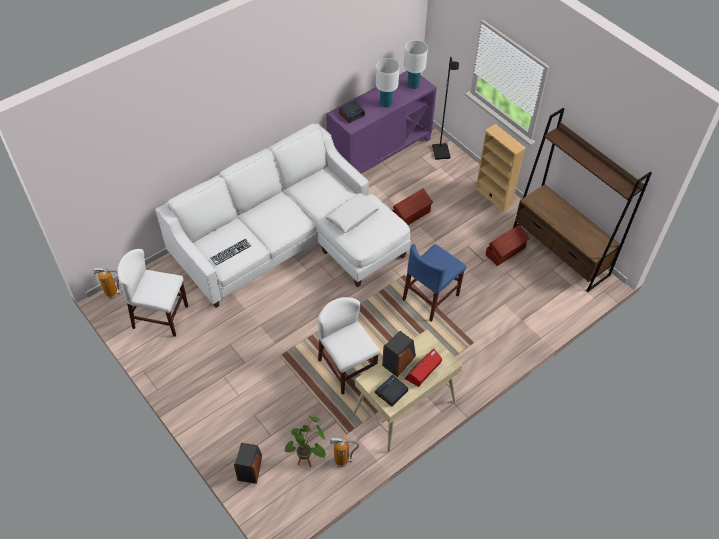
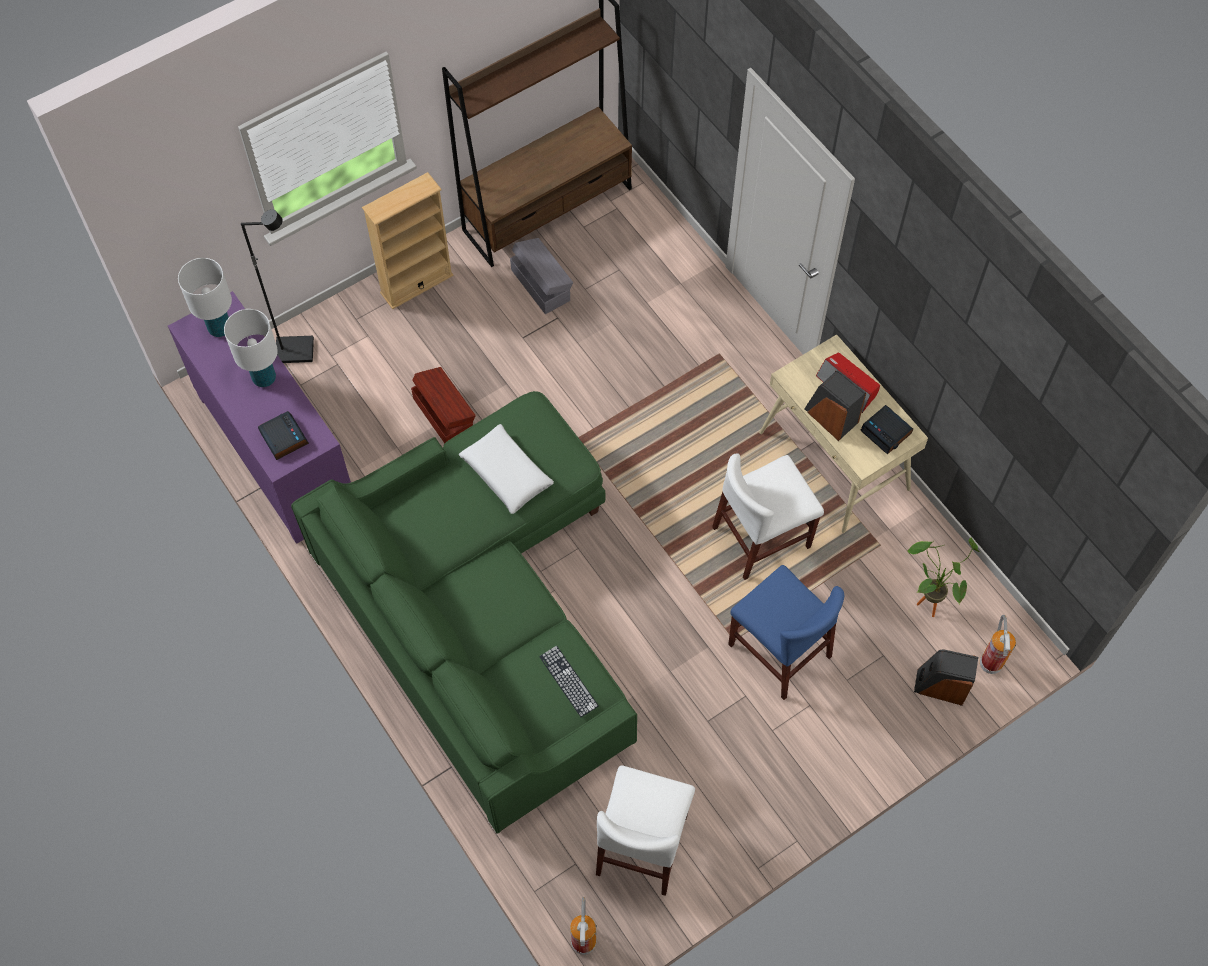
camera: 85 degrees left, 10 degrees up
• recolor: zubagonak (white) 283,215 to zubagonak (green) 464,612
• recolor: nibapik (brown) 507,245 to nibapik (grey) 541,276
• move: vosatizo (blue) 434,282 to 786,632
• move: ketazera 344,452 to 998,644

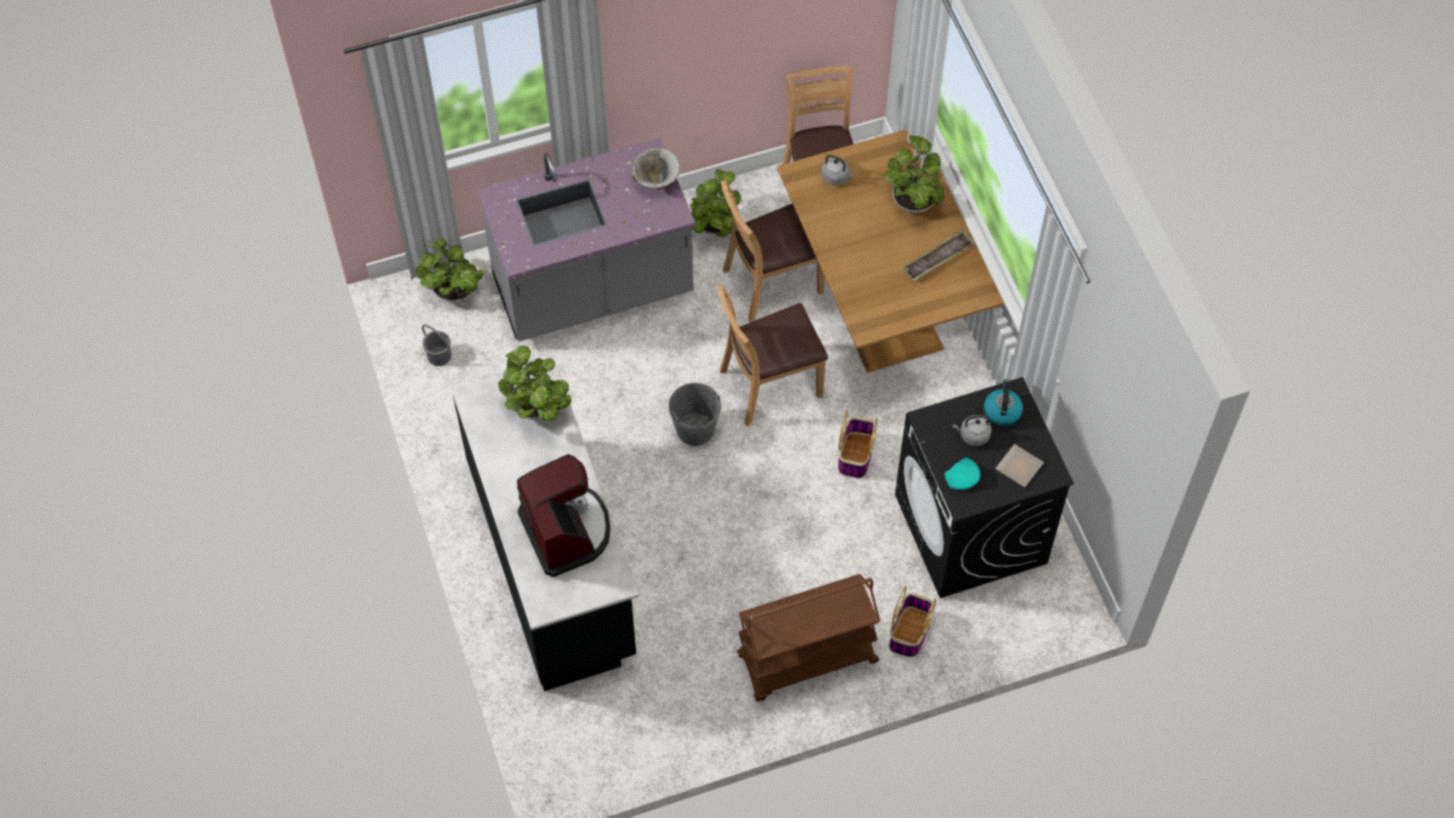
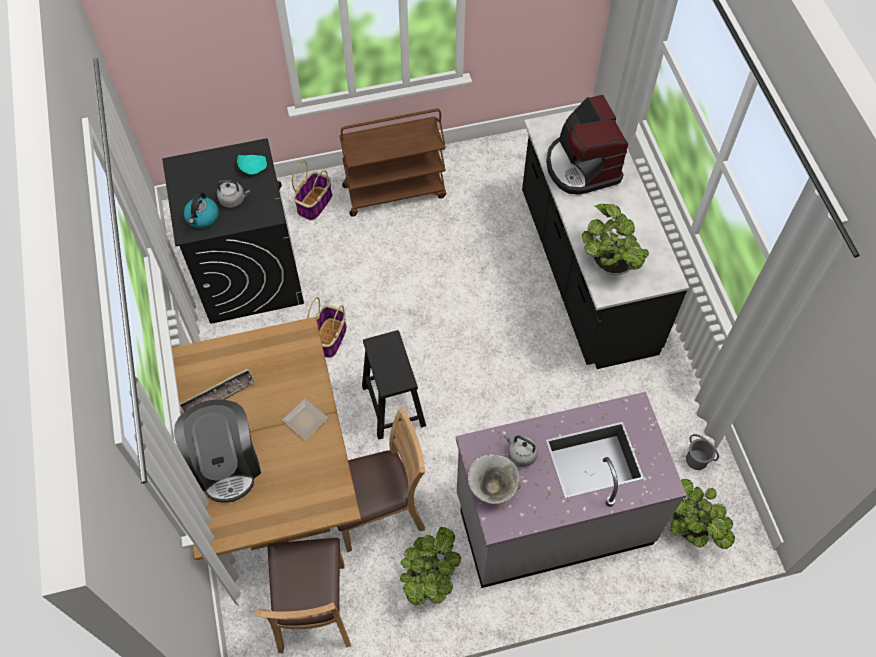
camera: 175 degrees left, 0 degrees up
• replace: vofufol 914,174 to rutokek 217,450
• move: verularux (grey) 838,170 to 521,450
• replace: vosatizo (brown) 772,356 to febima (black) 394,385
• delete: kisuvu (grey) 694,414
• move: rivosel 1019,465 to 305,419

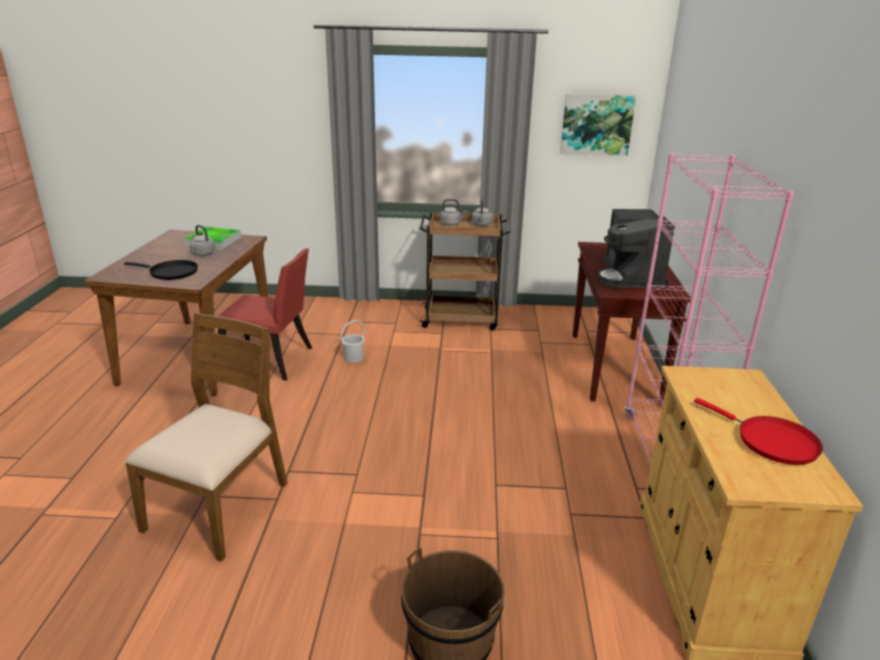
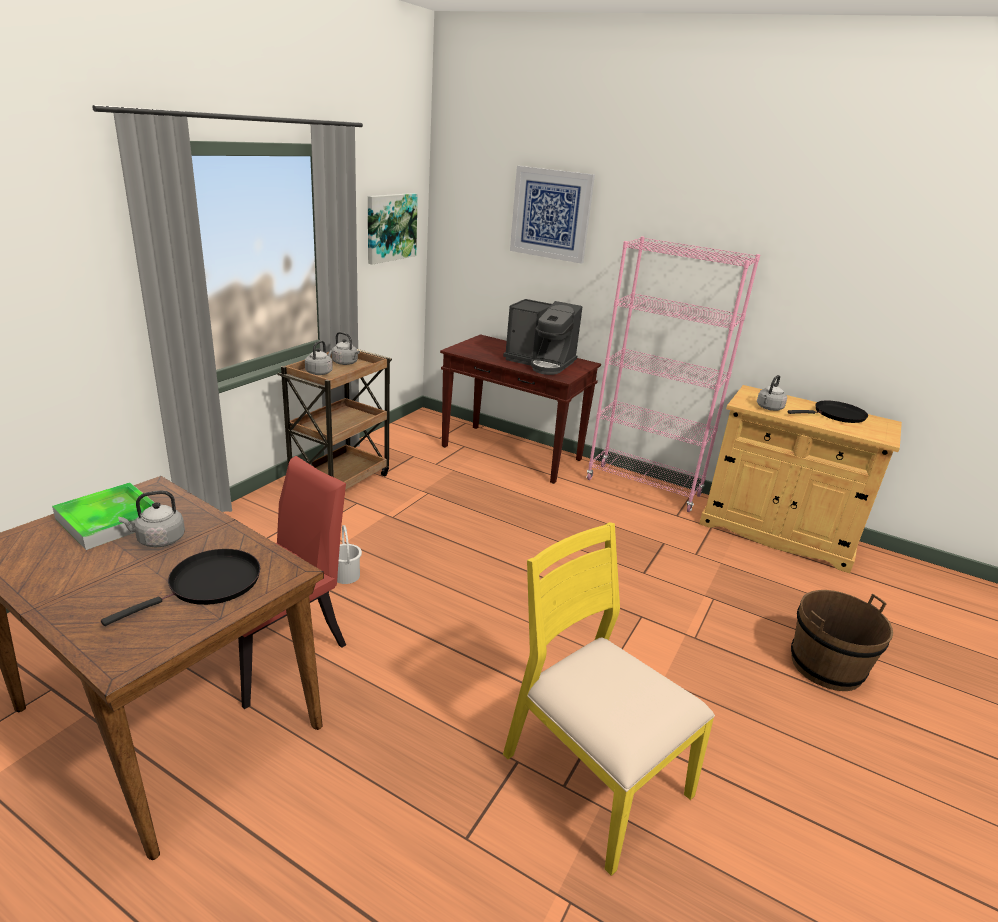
camera: 65 degrees left, 0 degrees up
• recolor: vosatizo (brown) 206,437 to vosatizo (yellow) 609,699
• recolor: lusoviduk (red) 758,431 to lusoviduk (black) 827,411
• insert: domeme 552,215
• insert: verularux (grey) 772,393

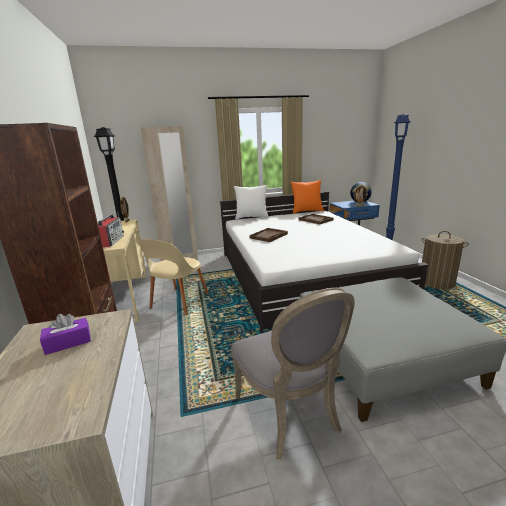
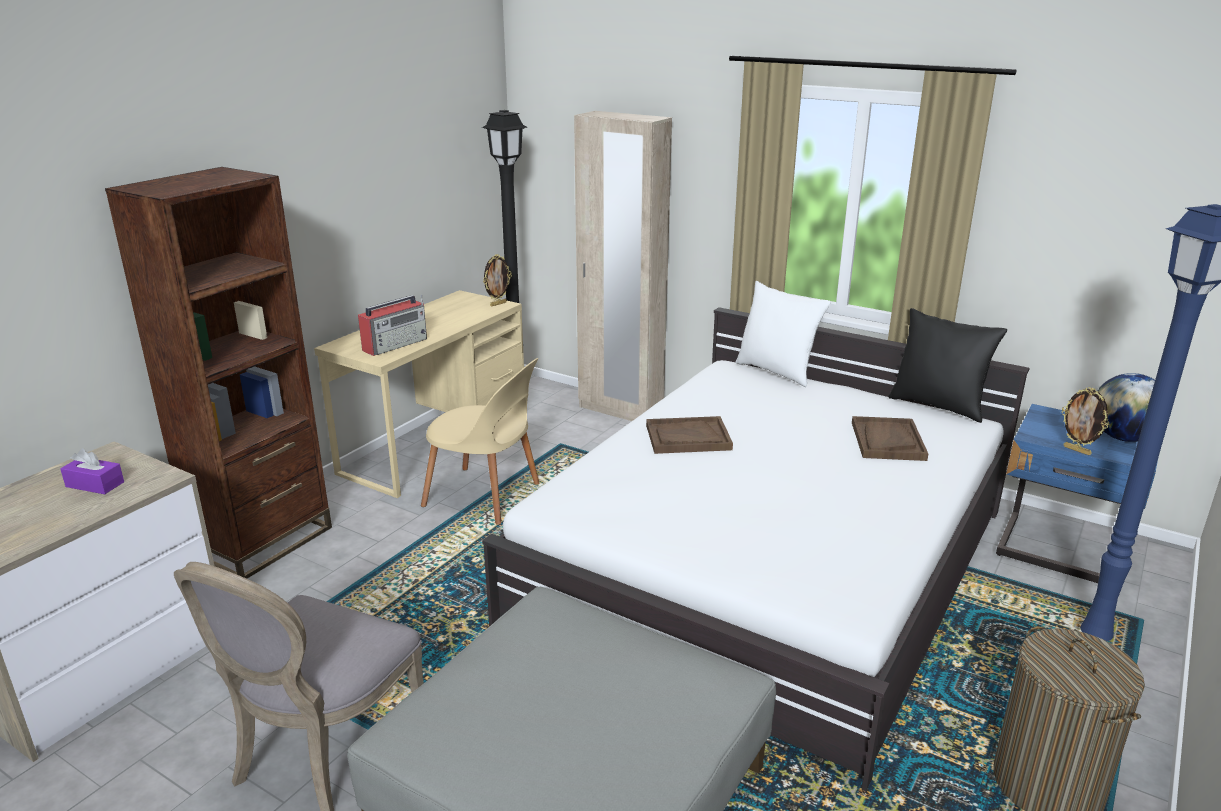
camera: 45 degrees right, 5 degrees up
• recolor: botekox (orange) 307,197 to botekox (black) 947,365
• rotate: vosatizo (beige) 173,277 = 480,441 135 degrees counterclockwise

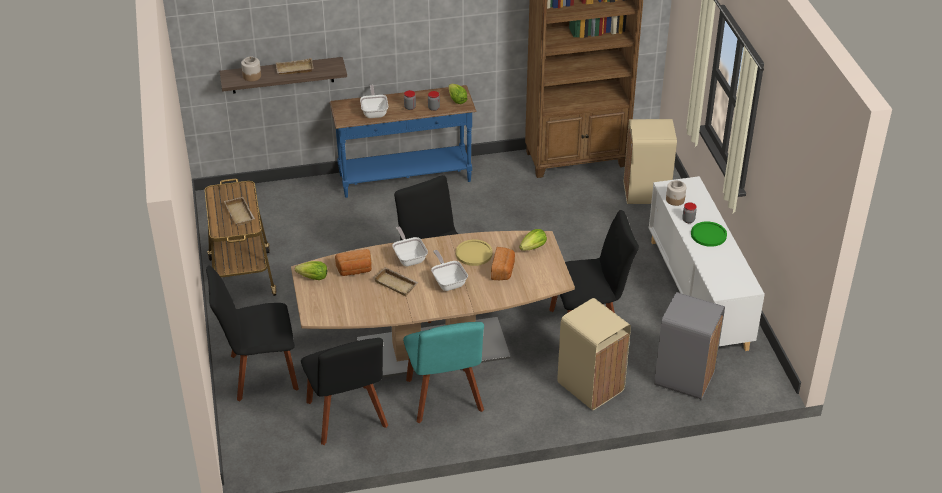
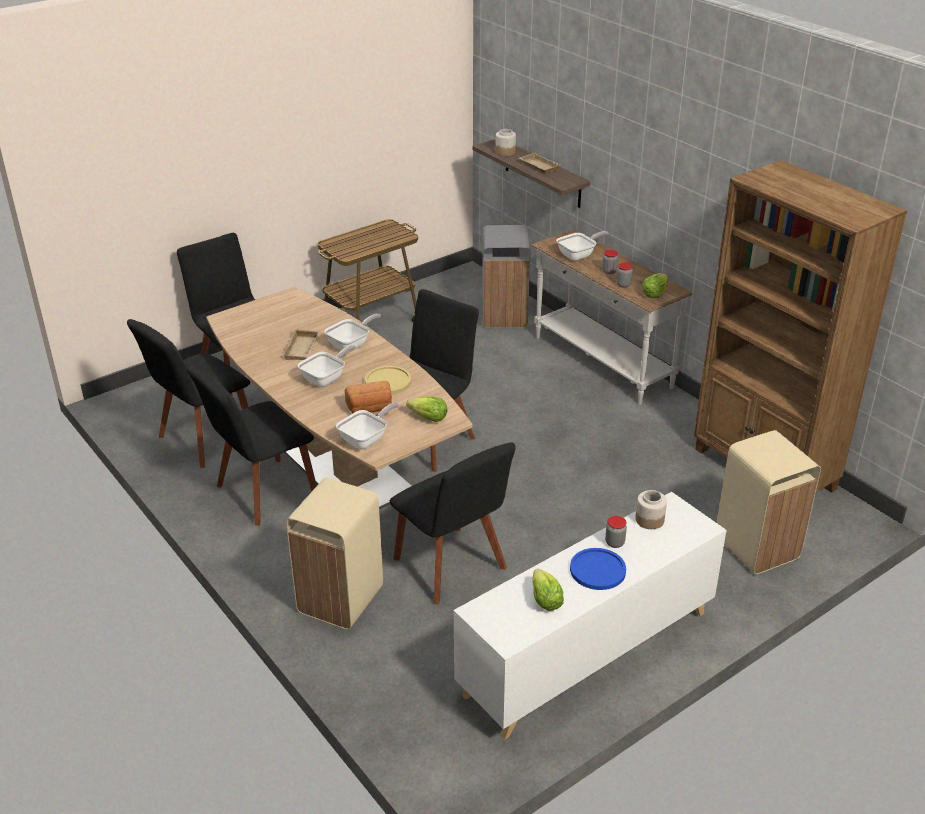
camera: 65 degrees right, 5 degrees down
• recolor: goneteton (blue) 403,141 to goneteton (white) 611,317
• delete: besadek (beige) 239,211
• recolor: rivosel (green) 709,234 to rivosel (blue) 598,569
• delete: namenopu 353,262
• move: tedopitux 311,270 to 548,590
• move: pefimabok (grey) 689,346 to 506,276
• recolor: vosatizo (turquoise) 443,372 to vosatizo (black) 252,445
• insert: lusoviduk 367,426

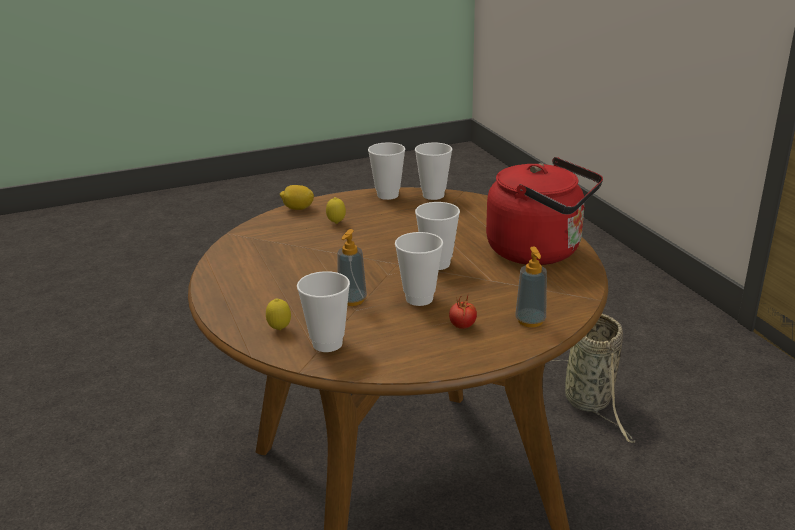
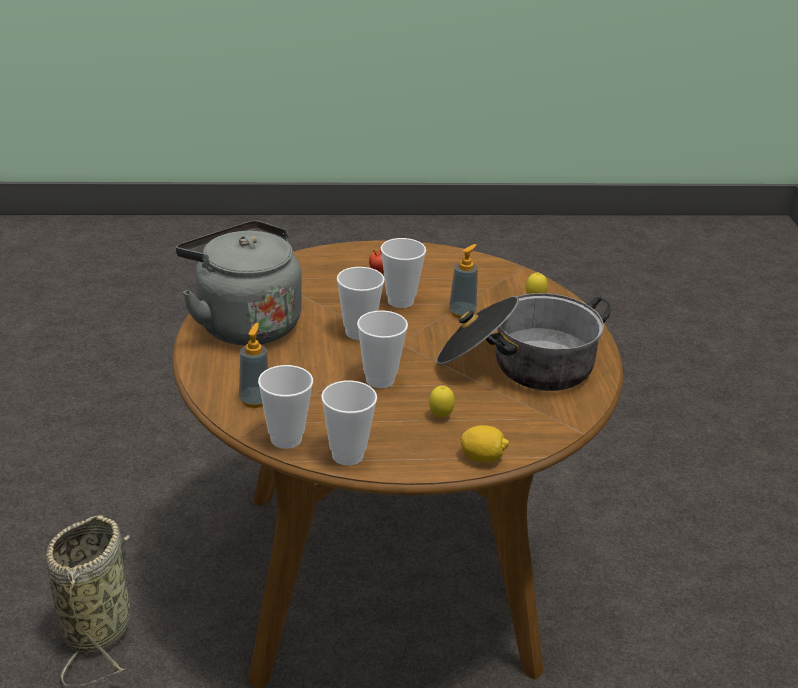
camera: 165 degrees left, 5 degrees up
• recolor: verularux (red) 544,211 to verularux (grey) 239,283
• move: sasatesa 531,287 to 254,365
• move: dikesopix 323,311 to 382,349
• insert: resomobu 523,342

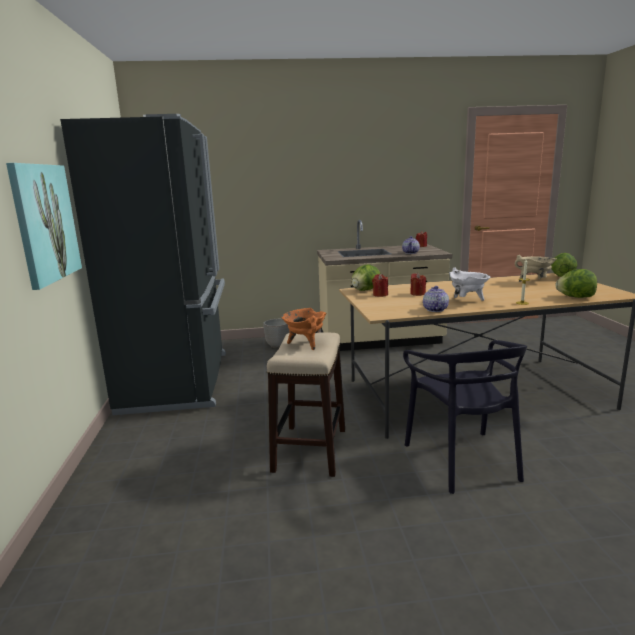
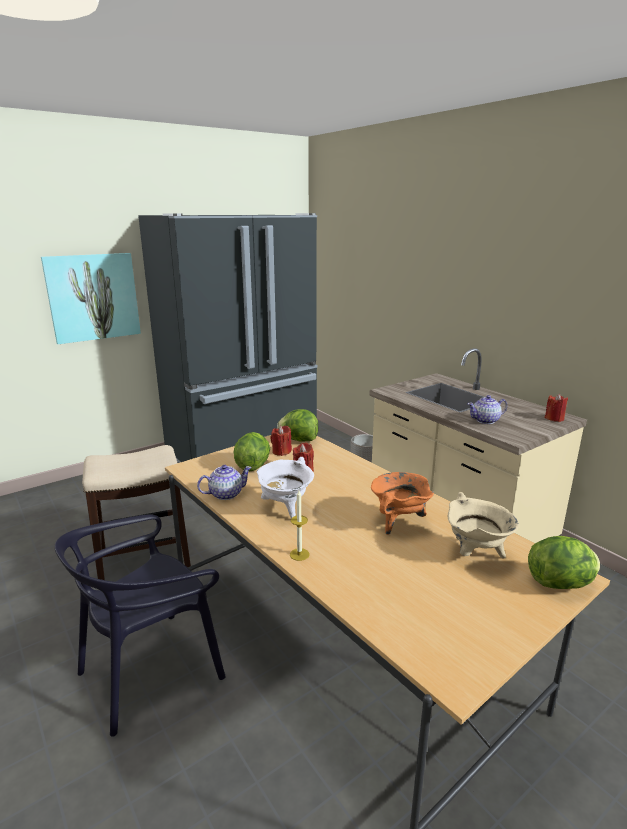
camera: 60 degrees right, 5 degrees up
• move: tedopitux 576,283 to 252,451
• move: resomobu (orange) 304,329 to 402,503

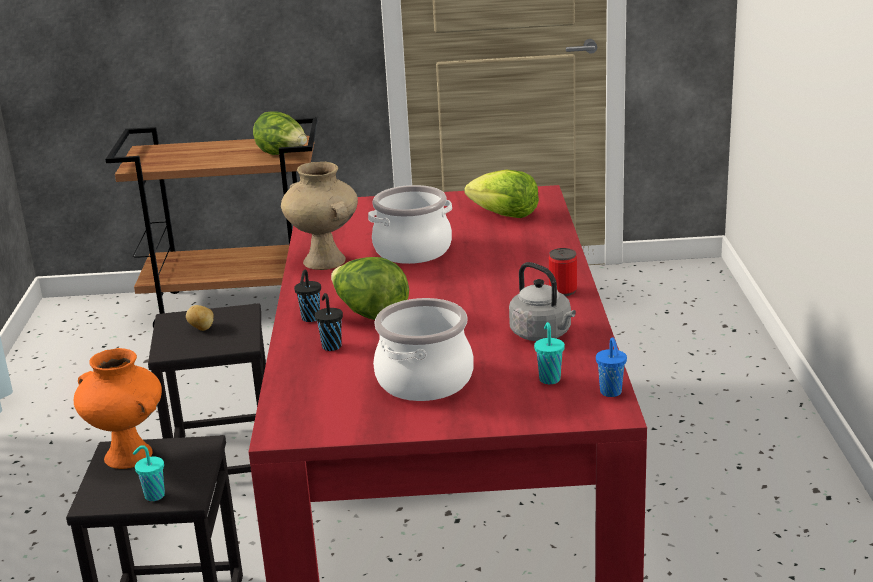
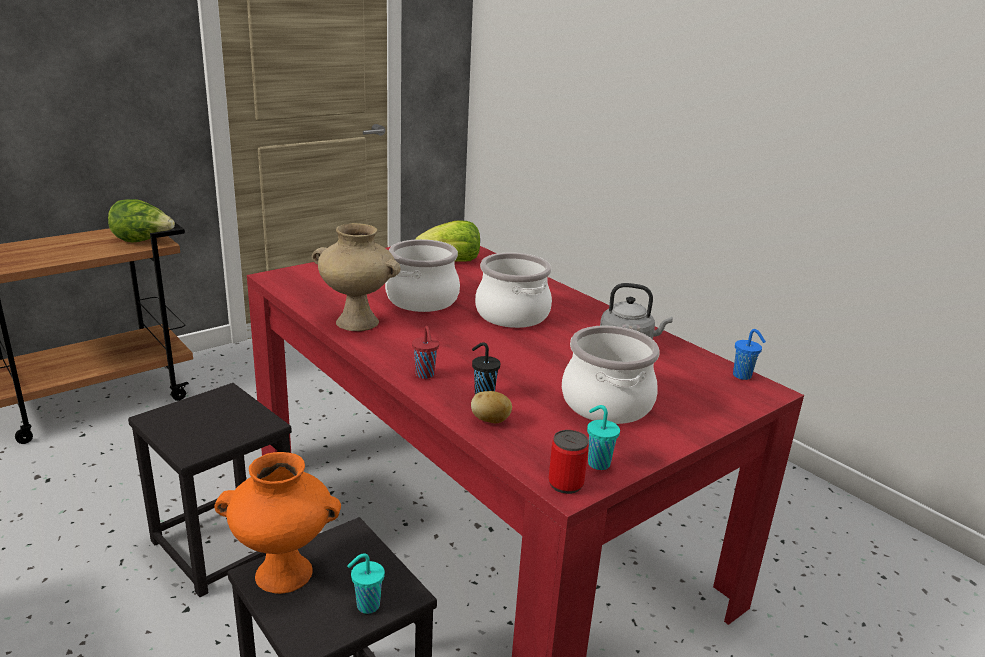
camera: 40 degrees left, 0 degrees up
• move: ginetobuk 563,272 to 569,462
• delete: tedopitux 370,288
• recolor: dikesopix (black) 307,296 to dikesopix (red) 425,352
• move: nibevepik 200,318 to 491,407
• move: dikesopix (turquoise) 549,353 to 603,437
• insert: resomobu 513,290

